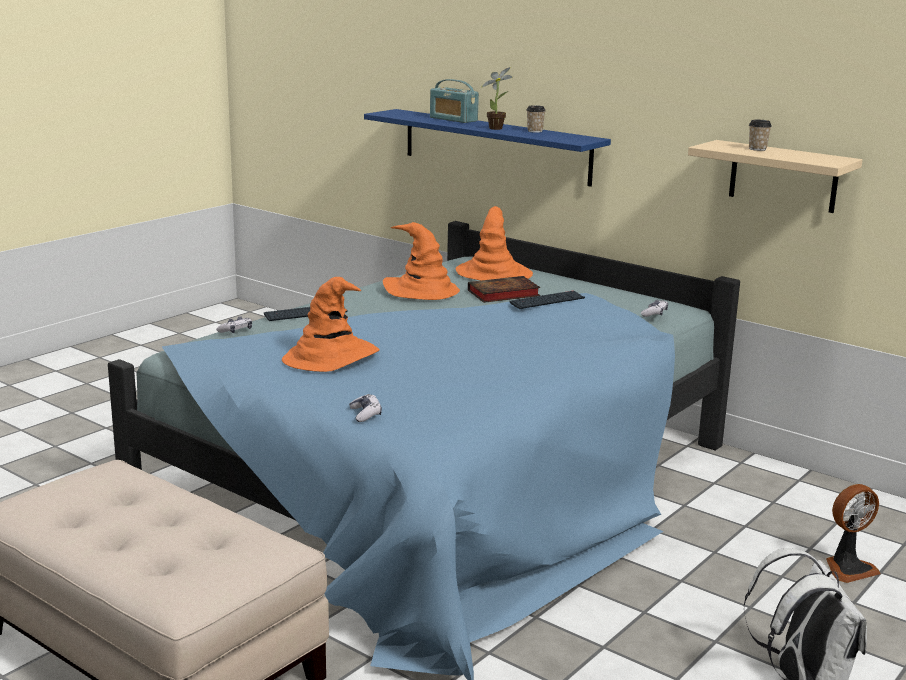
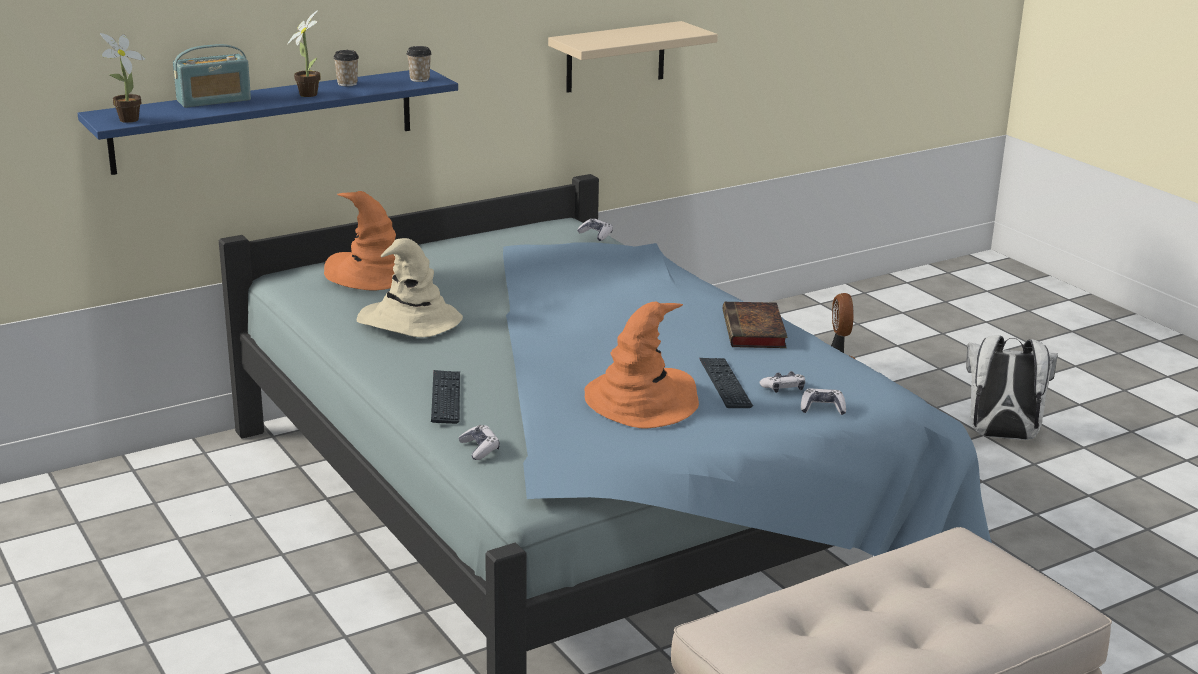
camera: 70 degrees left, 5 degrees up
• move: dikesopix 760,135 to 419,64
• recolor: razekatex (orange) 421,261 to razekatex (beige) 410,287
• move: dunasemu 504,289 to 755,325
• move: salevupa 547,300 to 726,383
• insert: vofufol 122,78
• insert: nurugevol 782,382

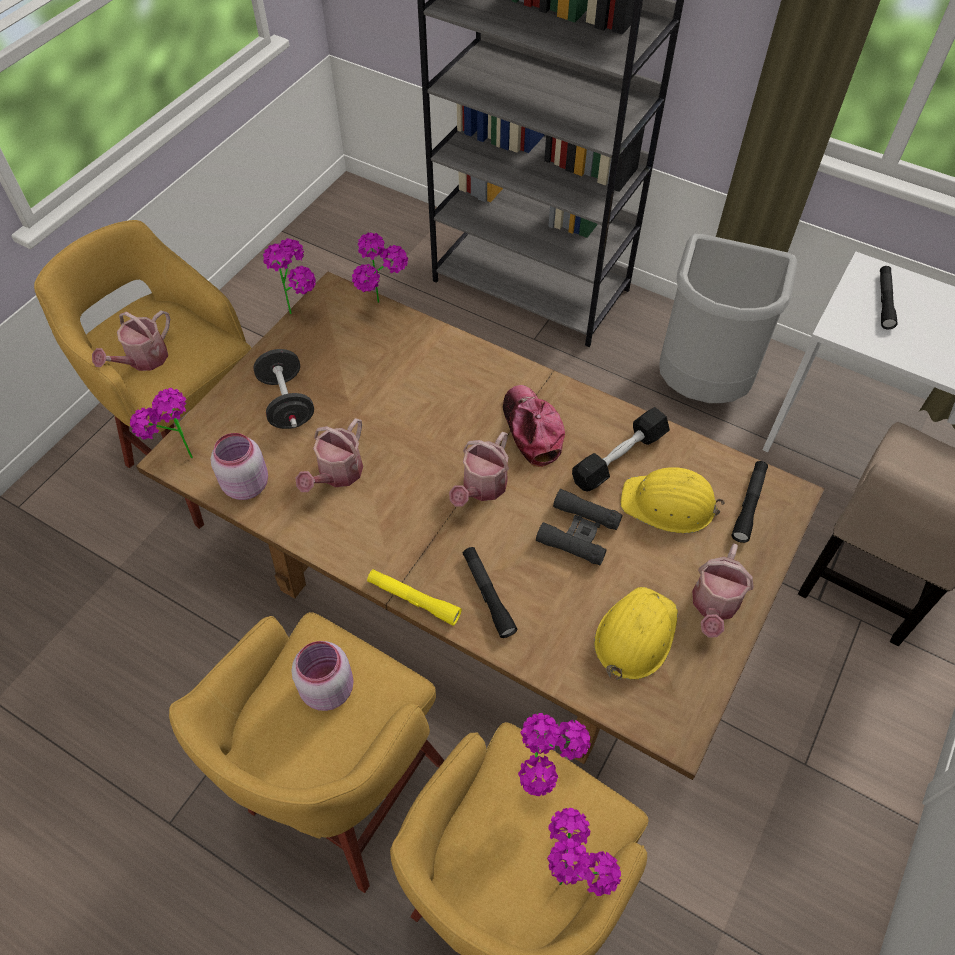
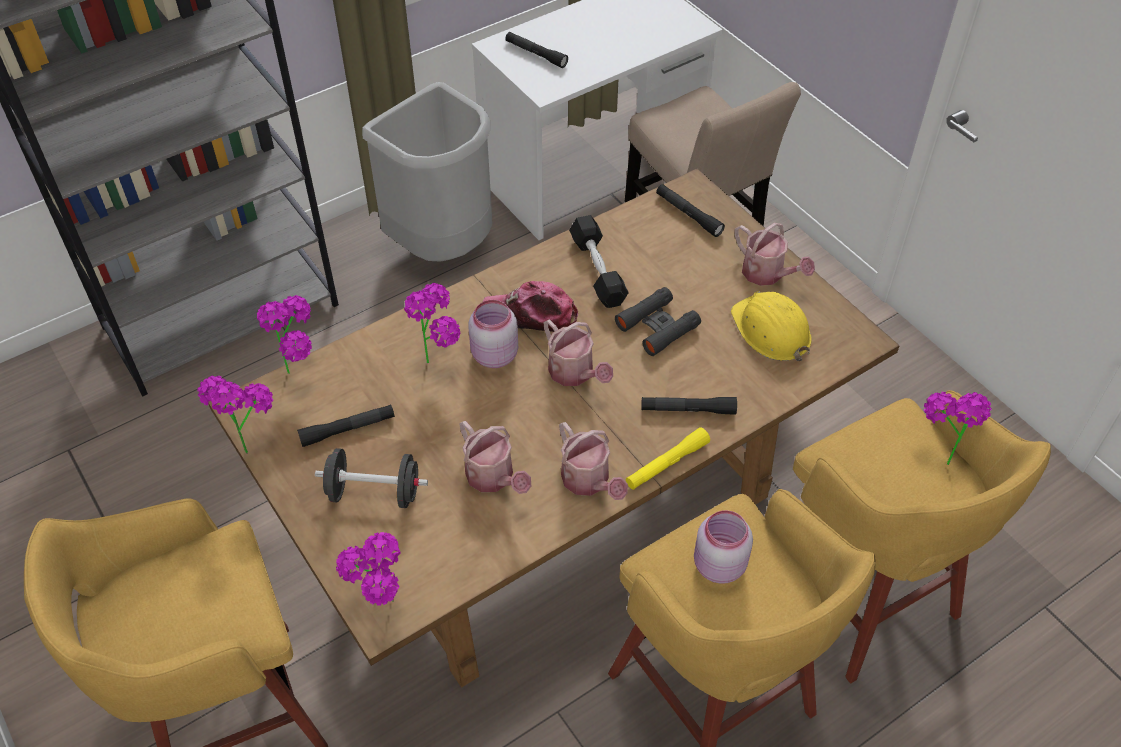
camera: 65 degrees left, 5 degrees down
• move: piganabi 131,340 to 593,461
• move: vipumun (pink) 239,466 to 493,334
• delete: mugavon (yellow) 673,500
• move: vofufol 554,754 to 432,323
• insert: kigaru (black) 346,425

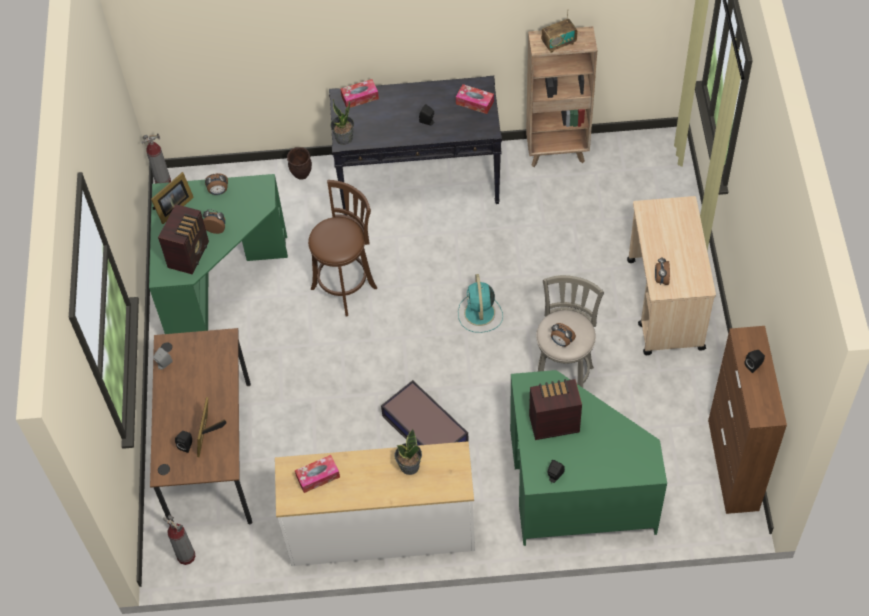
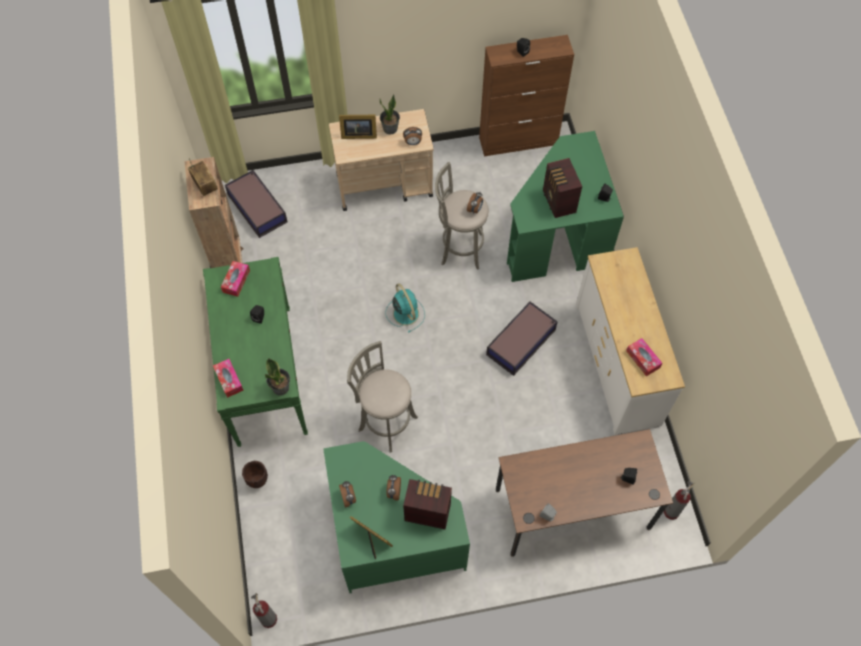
camera: 100 degrees left, 5 degrees up
• recolor: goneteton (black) 415,146 to goneteton (green) 255,352
• recolor: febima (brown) 342,248 to febima (grey) 382,396
• rotate: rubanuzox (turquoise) 480,303 = 405,308 105 degrees counterclockwise
• move: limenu 212,427 to 358,127
• move: vofufol 408,452 to 390,114
• insert: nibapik 256,204

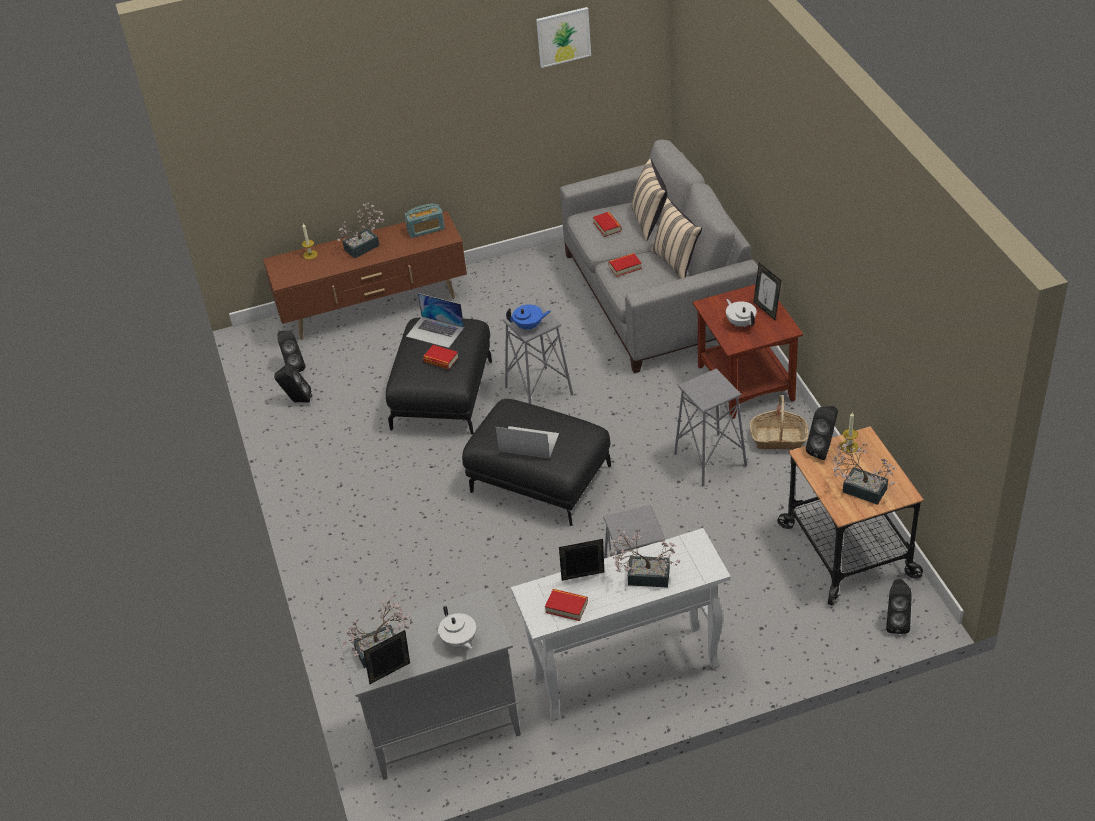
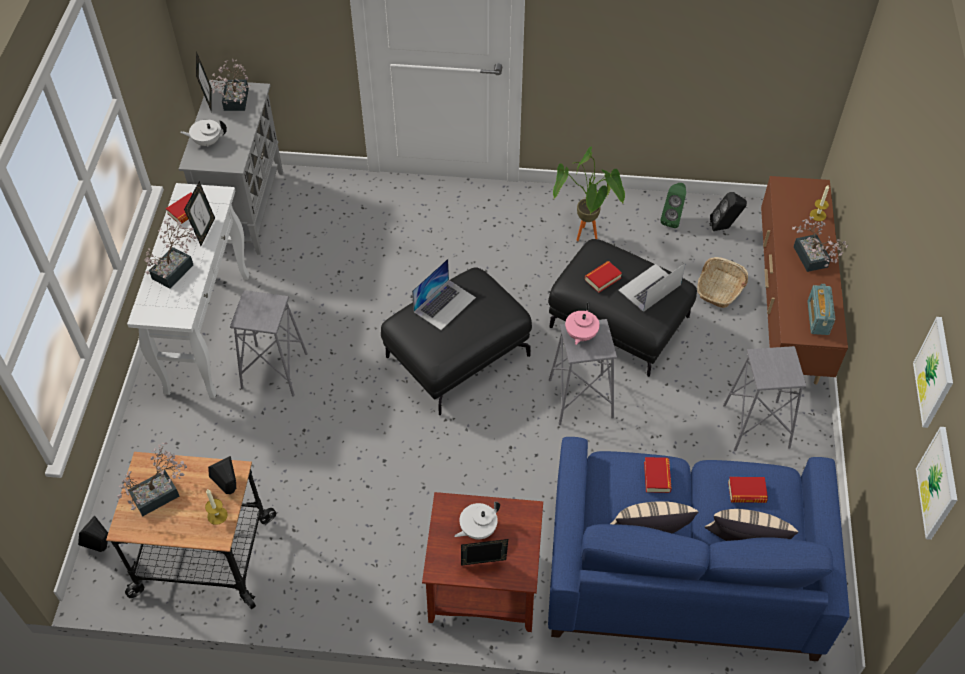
camera: 110 degrees right, 10 degrees up
• recolor: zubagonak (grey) 659,256 to zubagonak (blue) 698,549
• rotate: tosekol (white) 741,313 = 477,520 150 degrees clockwise
• recolor: tosekol (blue) 528,318 to tosekol (pink) 582,323
• recolor: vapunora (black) 293,383 to vapunora (green) 673,205
• move: febima (grey) 710,427 to 764,398
• move: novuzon 779,422 to 722,282
• insert: vofufol 589,193
• insert: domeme 936,483

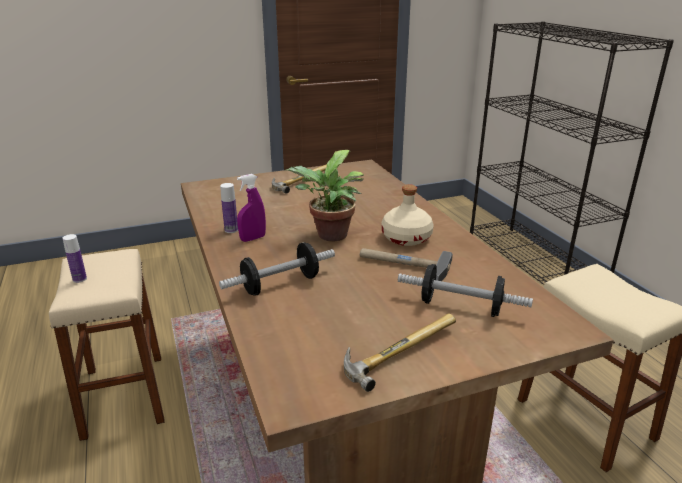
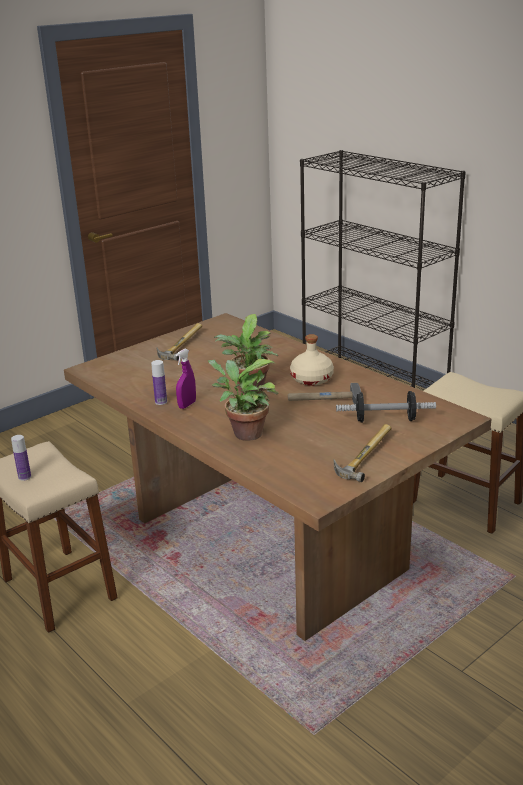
camera: 20 degrees left, 0 degrees up
• replace: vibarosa 277,269 to vofufol 243,400

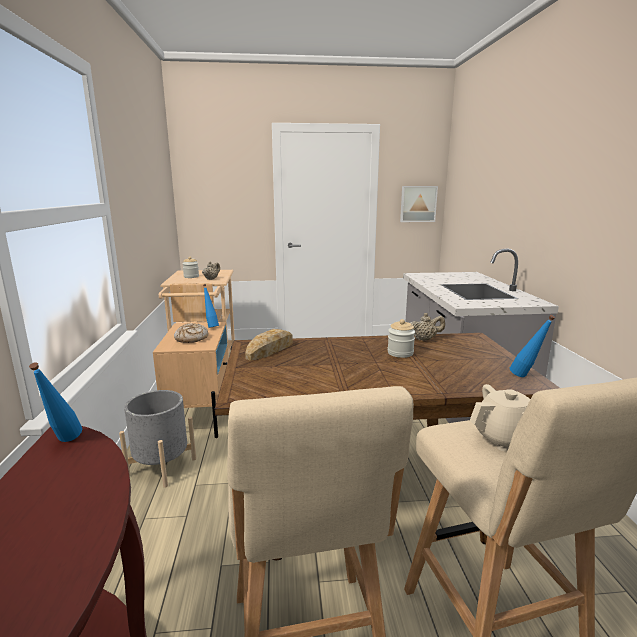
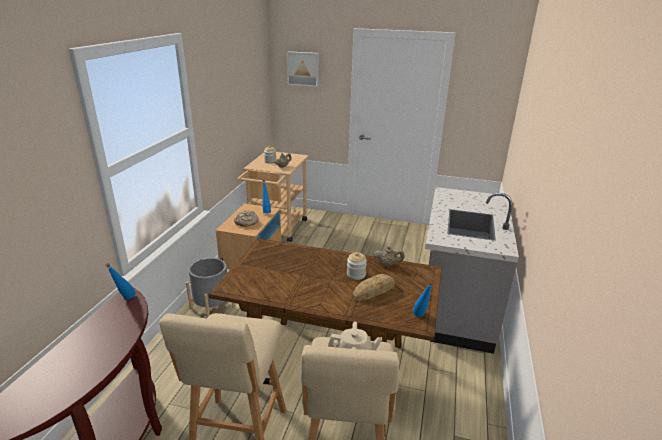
camera: 20 degrees right, 10 degrees up
• move: domeme 419,204 to 303,69
• move: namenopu 269,345 to 374,287

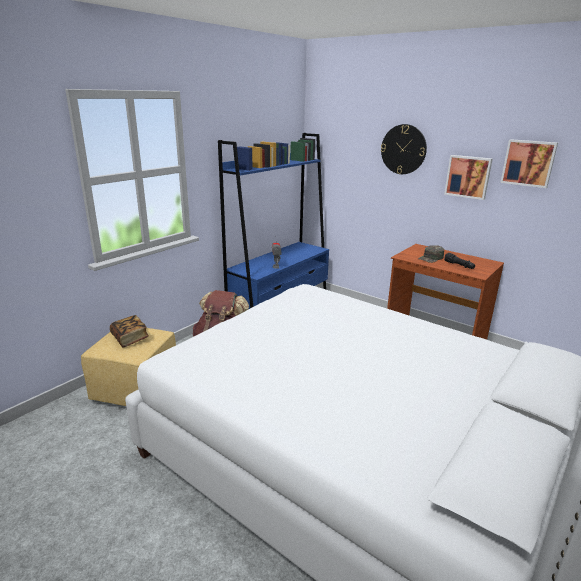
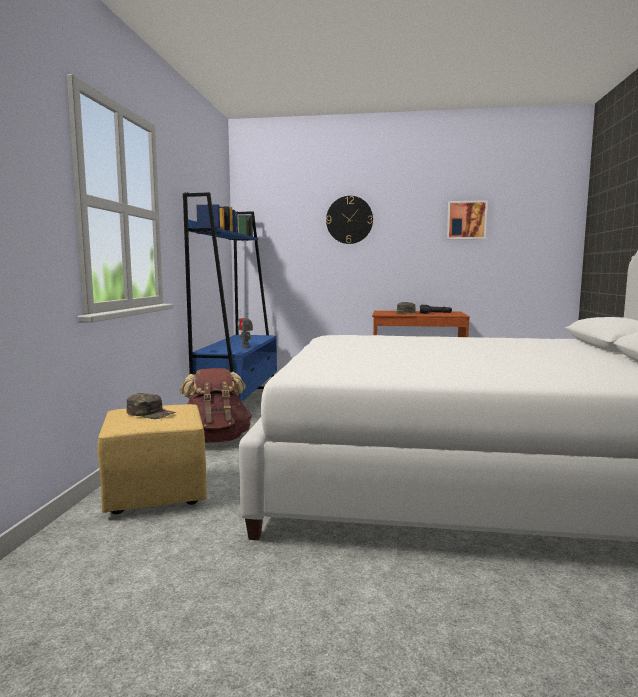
camera: 30 degrees left, 15 degrees down
• delete: domeme 468,177
• replace: dunasemu 129,331 to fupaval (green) 151,406

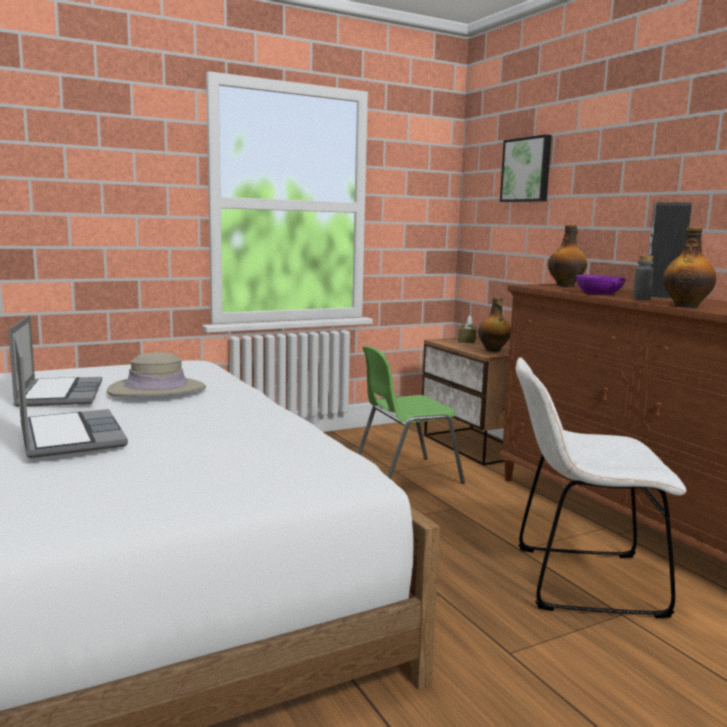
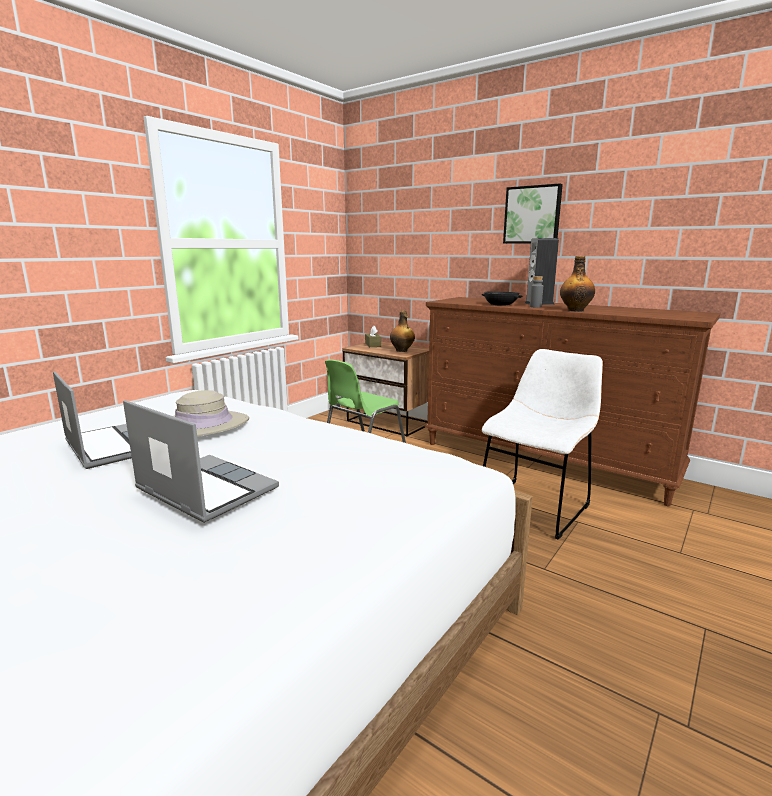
camera: 25 degrees left, 5 degrees up
• move: domeme 526,168 to 533,214
• delete: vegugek 567,256
• recolor: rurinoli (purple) 601,285 to rurinoli (black) 502,298
• rotate: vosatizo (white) 601,487 = 542,444 150 degrees clockwise

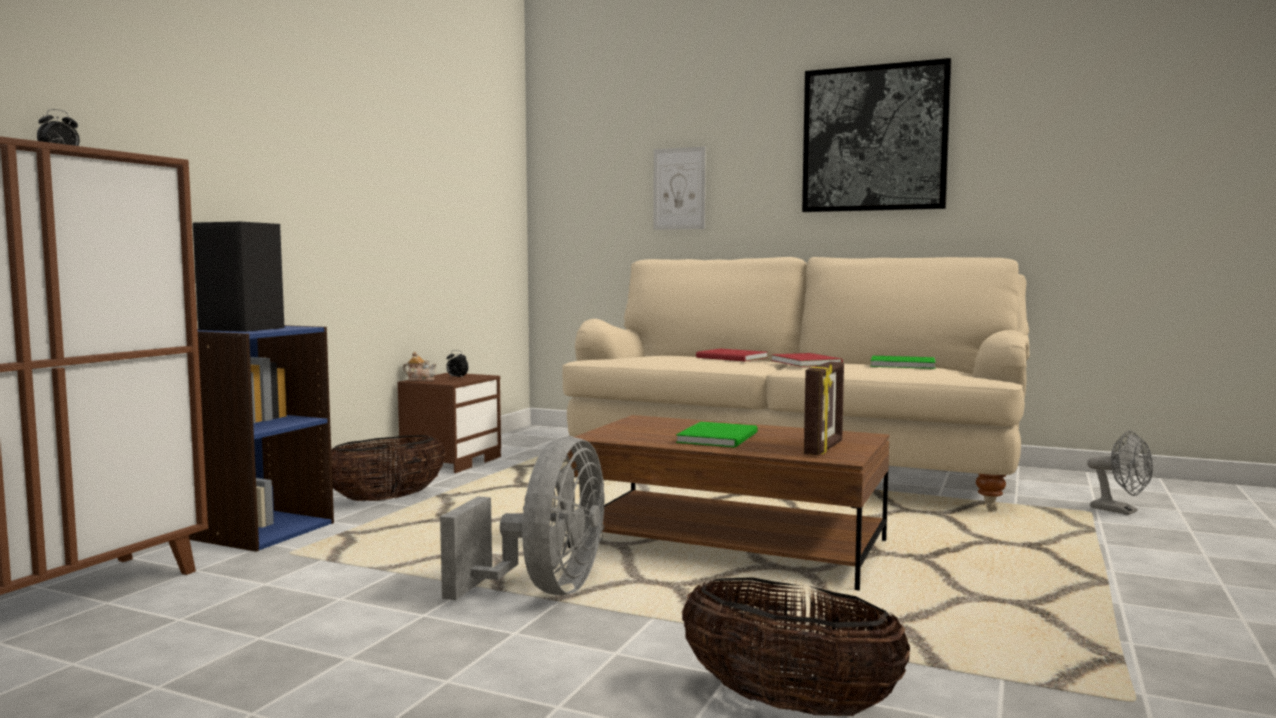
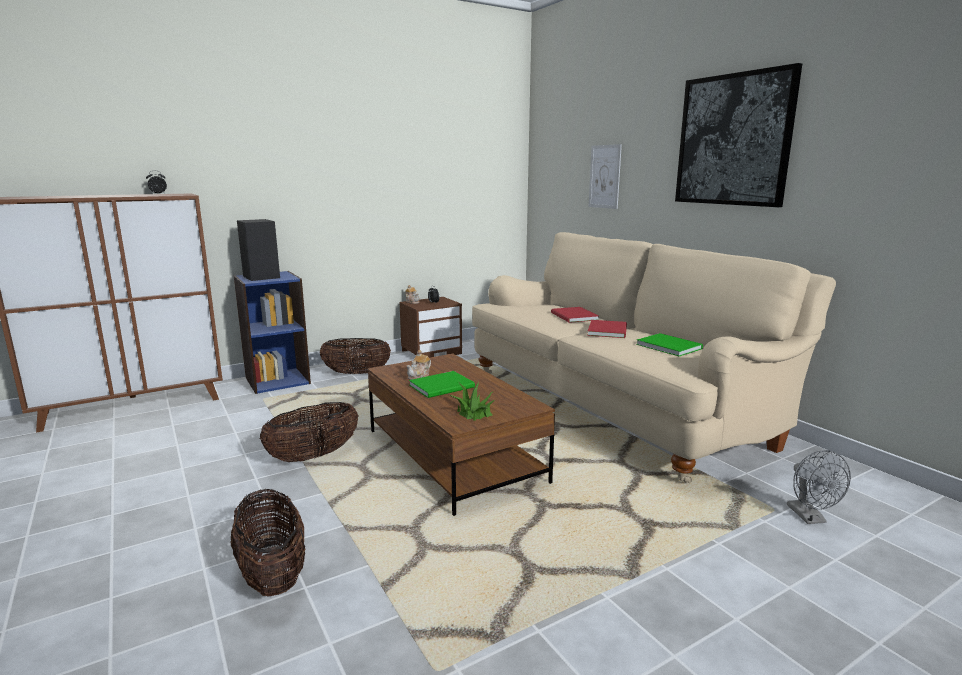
camera: 35 degrees right, 10 degrees up
• replace: limenu 824,408 to vofufol 472,401
• replace: rubanuzox (grey) 522,518 to novuzon 309,432
• insert: tosekol 418,365

